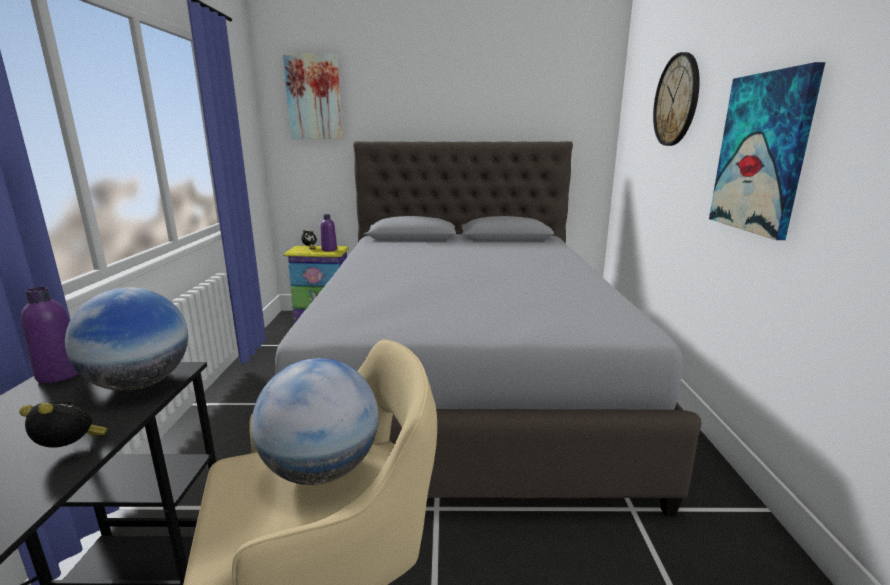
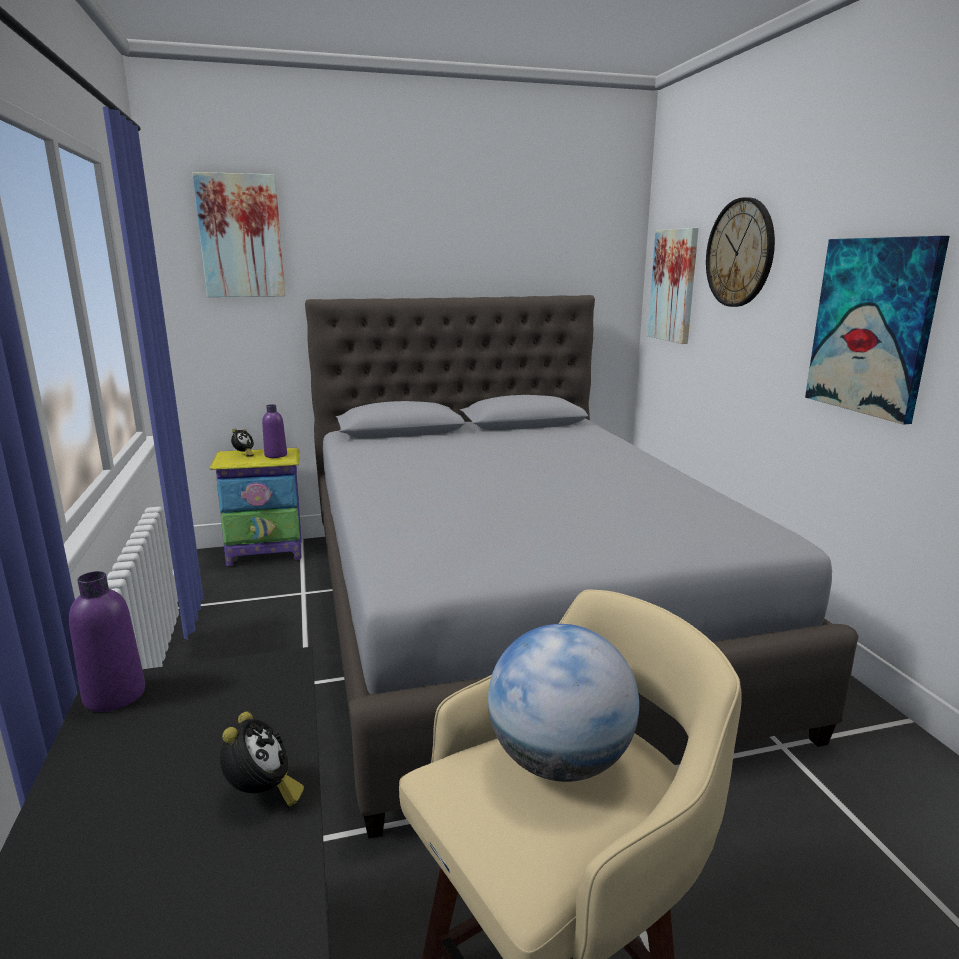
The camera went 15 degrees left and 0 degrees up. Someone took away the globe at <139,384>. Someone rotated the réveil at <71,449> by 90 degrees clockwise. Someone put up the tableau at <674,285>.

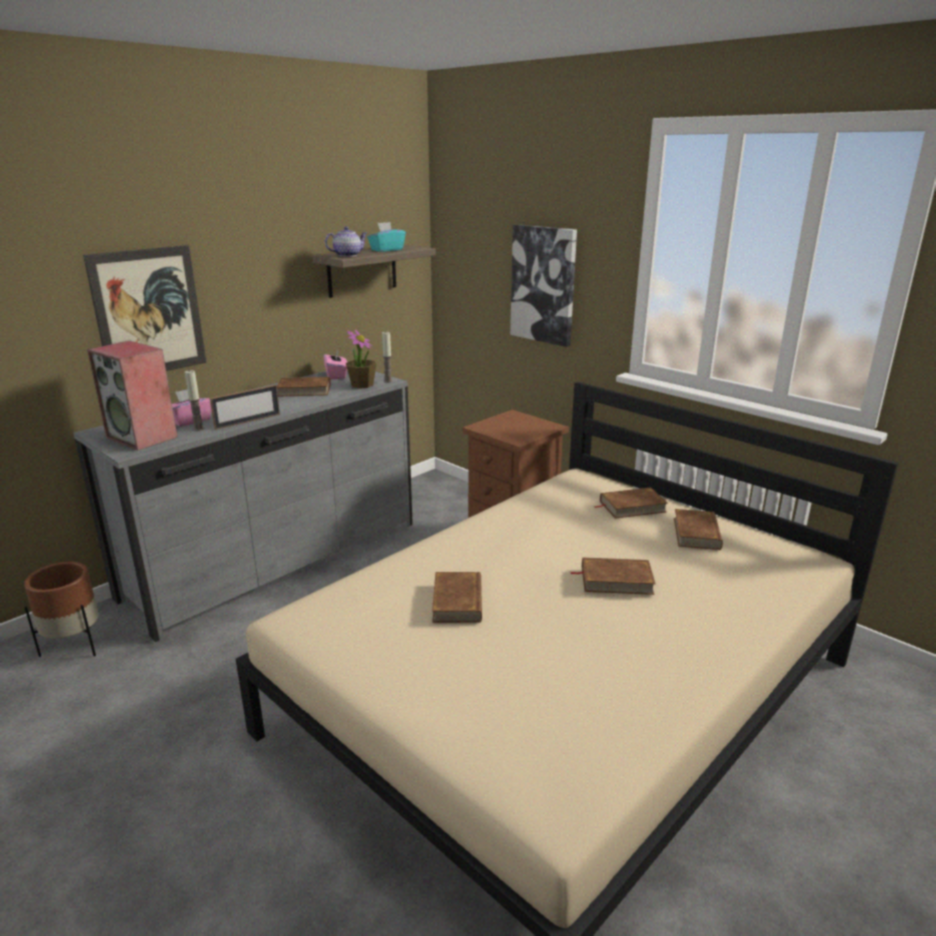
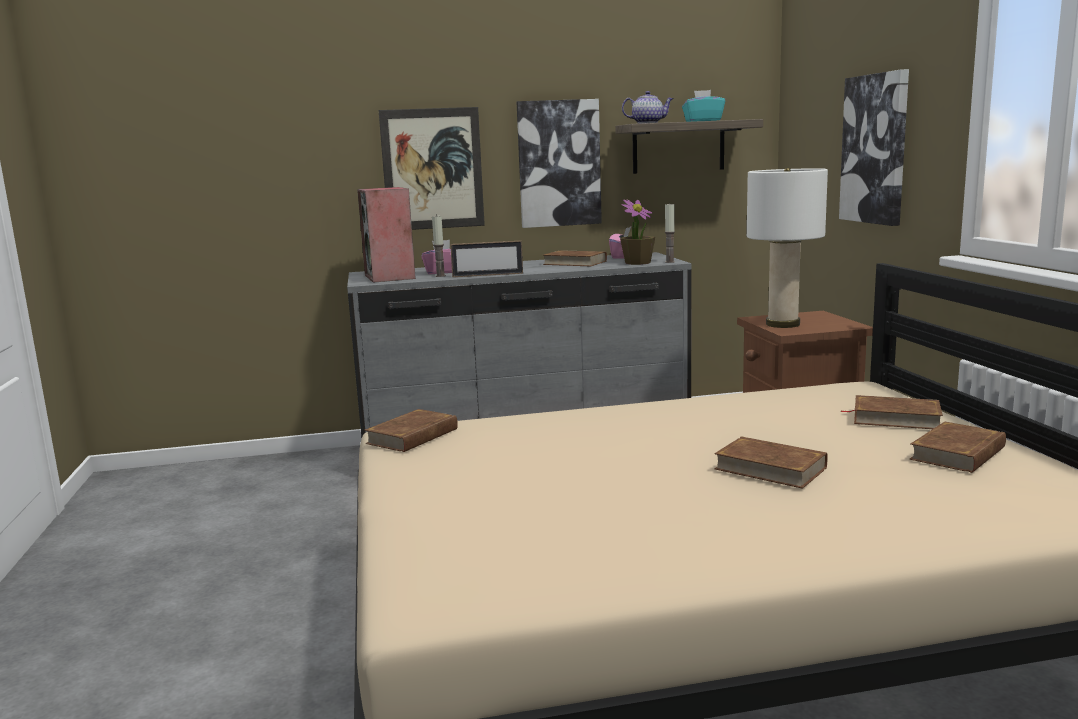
The camera went 35 degrees right and 10 degrees down. Someone took away the cache-pot/marron at <74,646>. Someone carried the livre/marron from <458,601> to <413,436>. Someone put up the tableau at <559,163>. Someone put down the lampe de table/blanc at <782,324>.

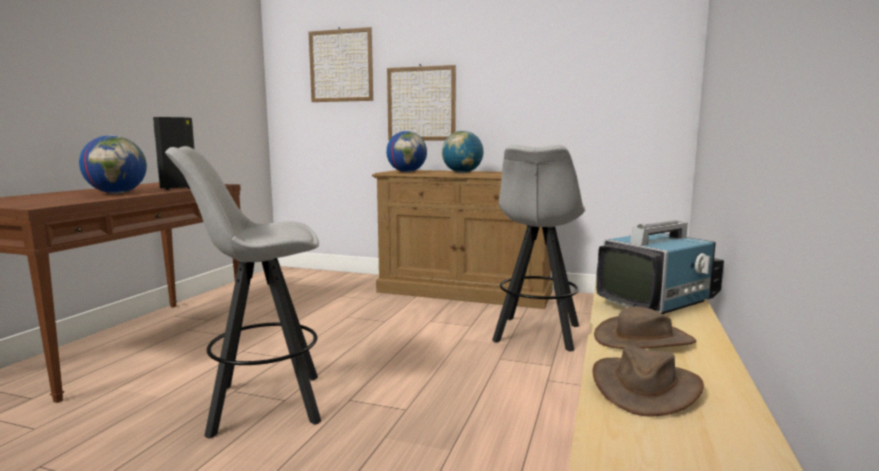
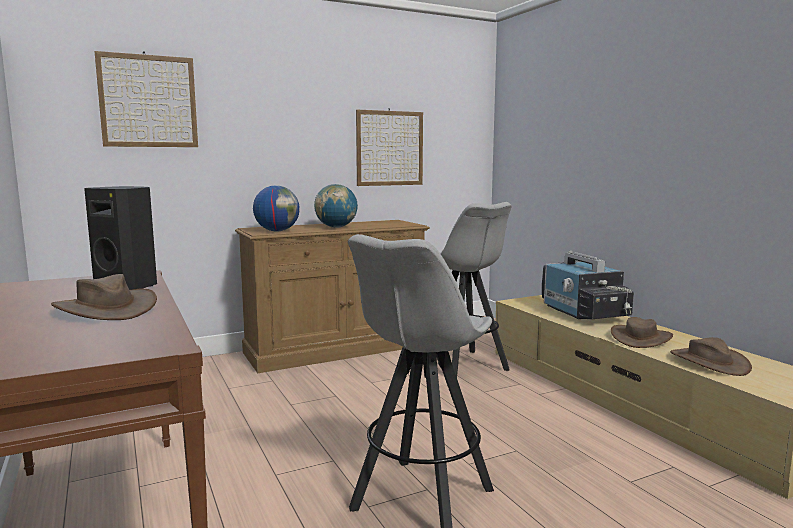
The camera went 45 degrees left and 0 degrees up. Someone carried the tableau from <421,102> to <389,147>. Someone swapped the globe at <117,193> for the chapeau/marron at <106,309>. Someone rotated the téléviseur at <659,302> by 150 degrees clockwise.

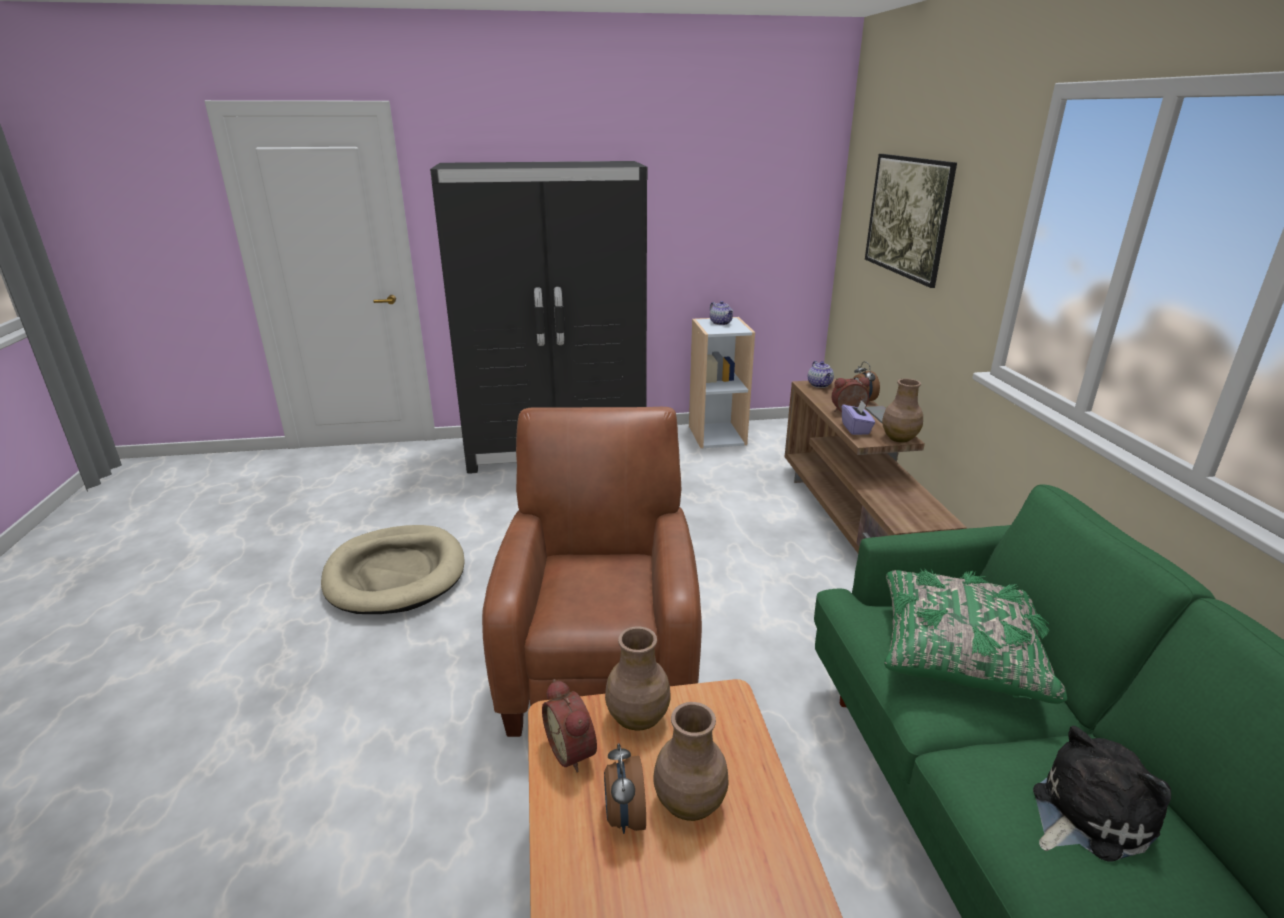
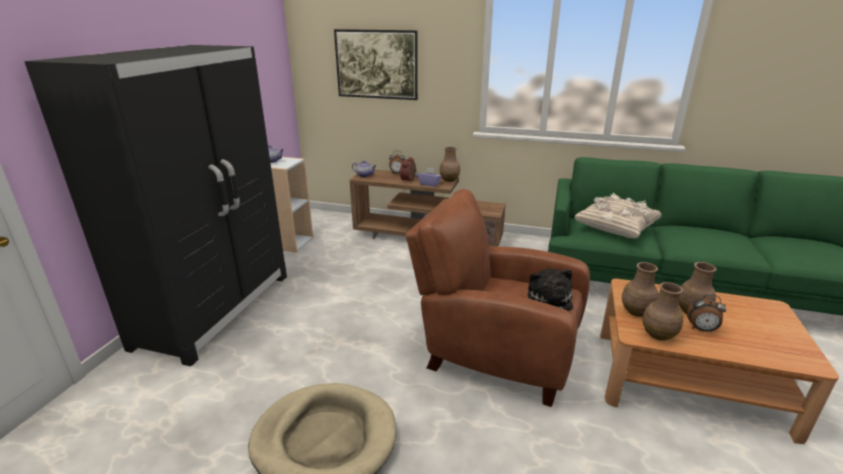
The camera went 65 degrees left and 0 degrees up. Someone repainted the coussin/vert at <959,656>, which became the coussin/beige at <615,228>. Someone swapped the réveil at <574,750> for the vase/marron at <658,334>. Someone carried the peluche from <1086,814> to <550,302>.

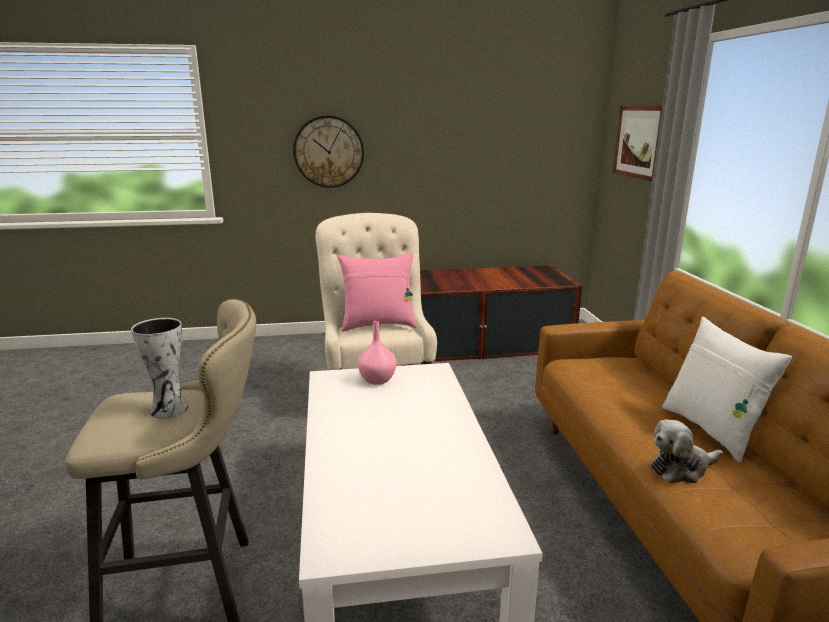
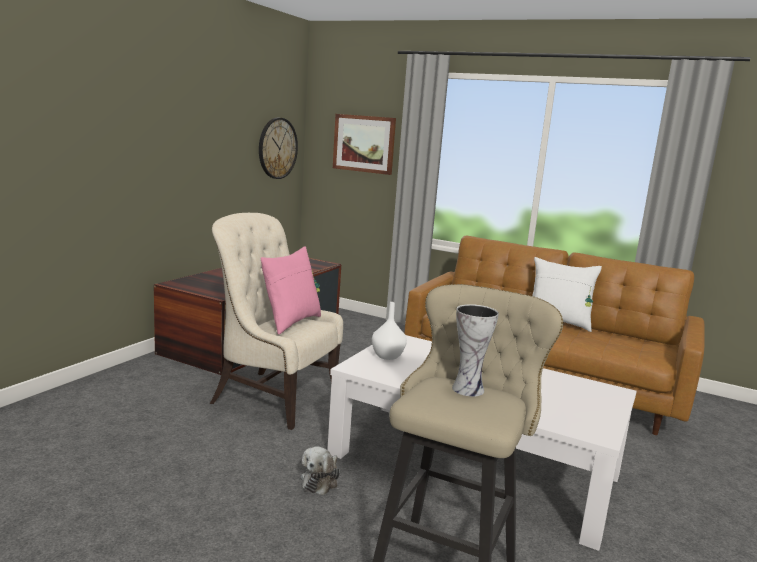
The camera went 55 degrees left and 5 degrees down. Someone carried the horloge murale from <328,152> to <277,148>. Someone repainted the vase/rose at <376,380>, which became the vase/blanc at <387,356>. Someone carried the peluche from <681,468> to <321,480>.

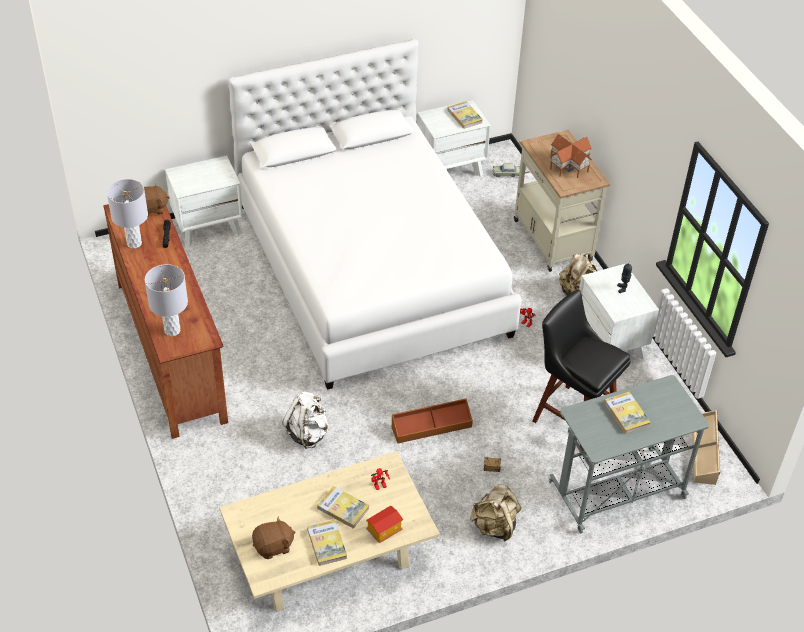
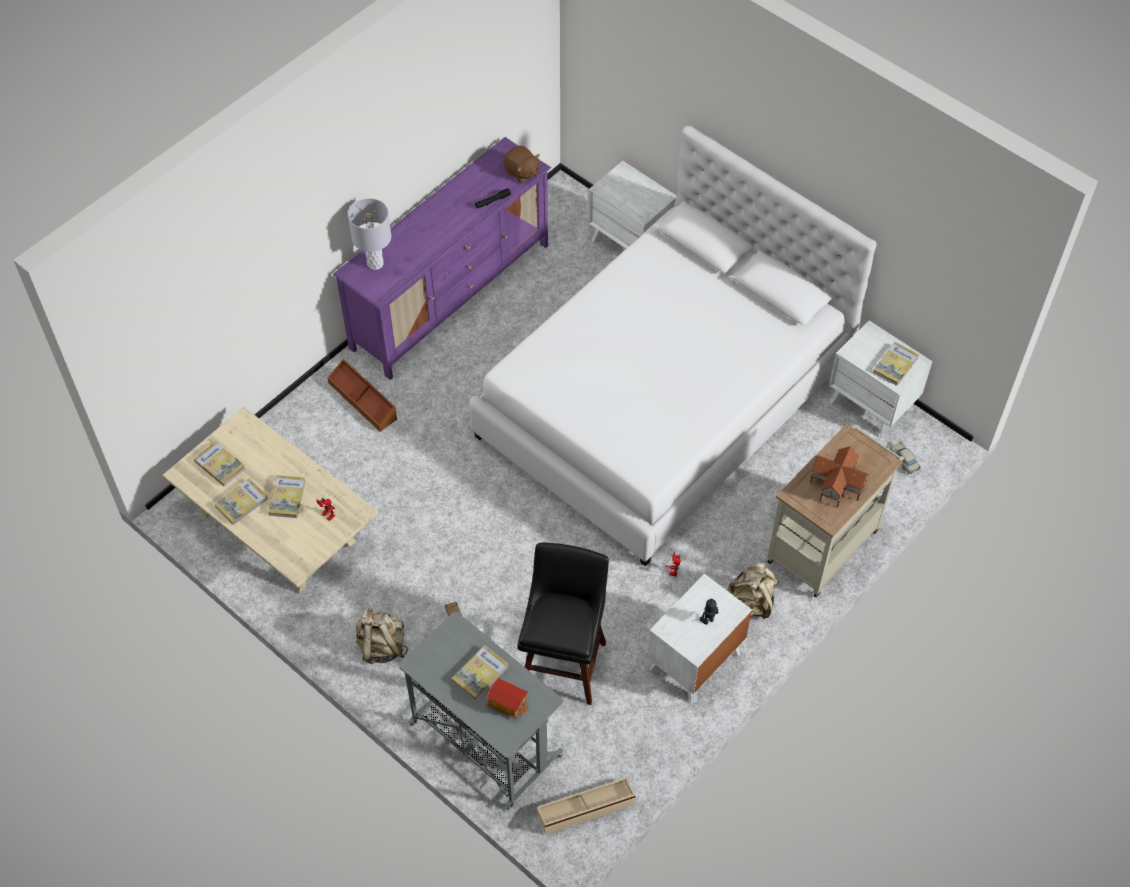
The camera went 65 degrees right and 10 degrees up. Someone took away the lampe de table/gris at <134,243>. Someone repainted the commode/marron at <171,351>, which became the commode/violet at <451,296>. Someone took away the sac à dos/blanc at <308,433>. Someone carried the boîte de rangement/marron from <431,426> to <363,400>. Someone carried the maison miniature from <384,530> to <508,703>. Someone swapped the peluche/marron at <273,546> for the livre at <220,465>.

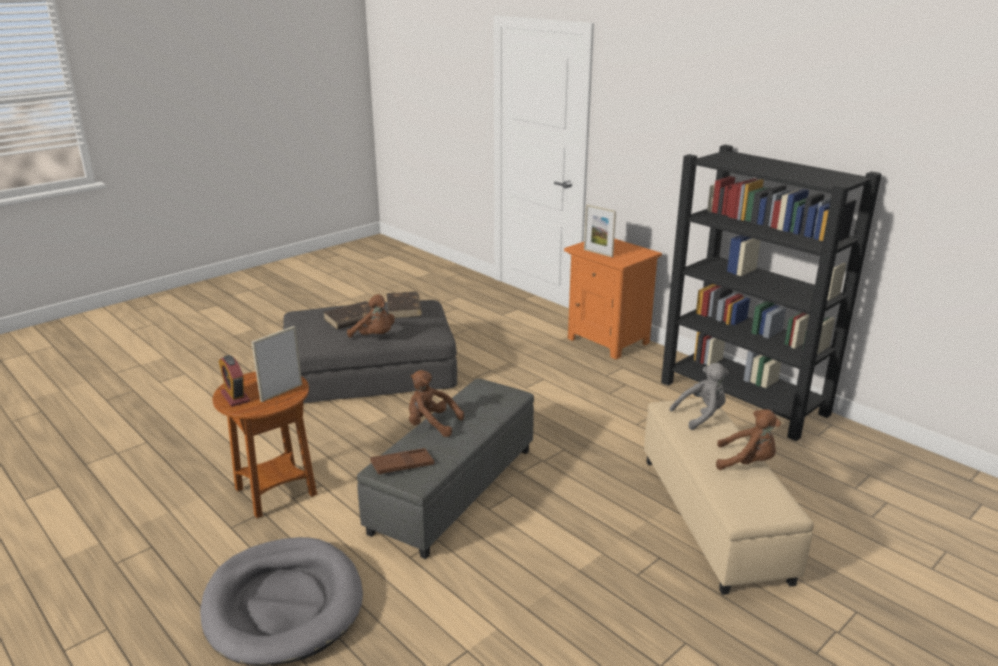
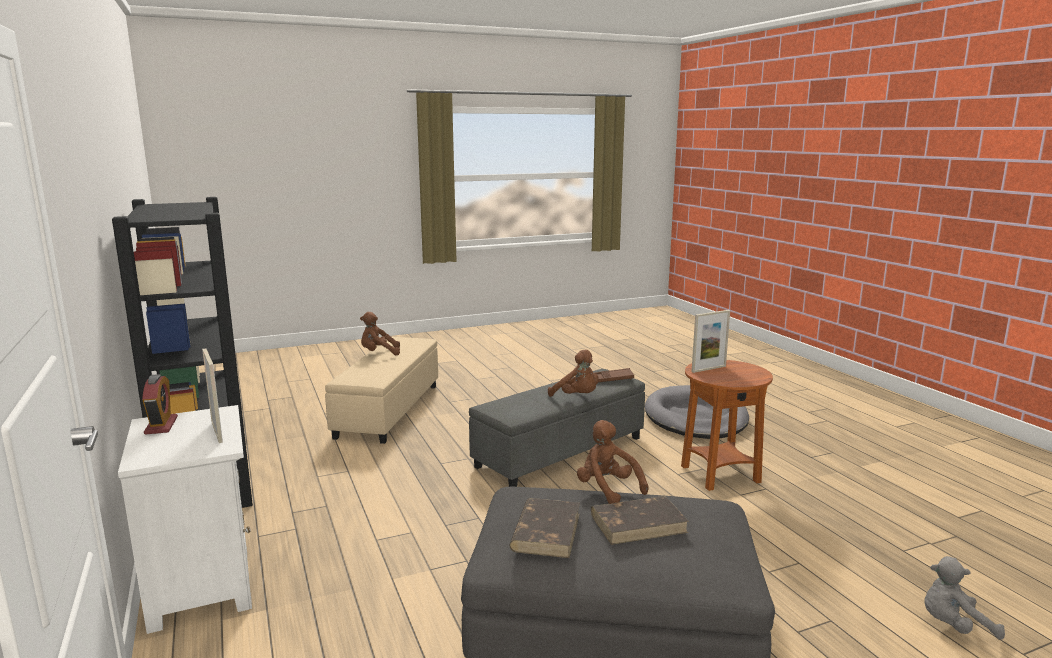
The camera went 160 degrees left and 10 degrees down. Someone repainted the table de chevet/orange at <607,341>, which became the table de chevet/blanc at <205,586>. Someone carried the réveil from <235,397> to <161,425>. Someone carried the peluche/gris from <701,415> to <953,626>. Someone rotated the peluche/marron at <747,462> by 45 degrees counterclockwise.

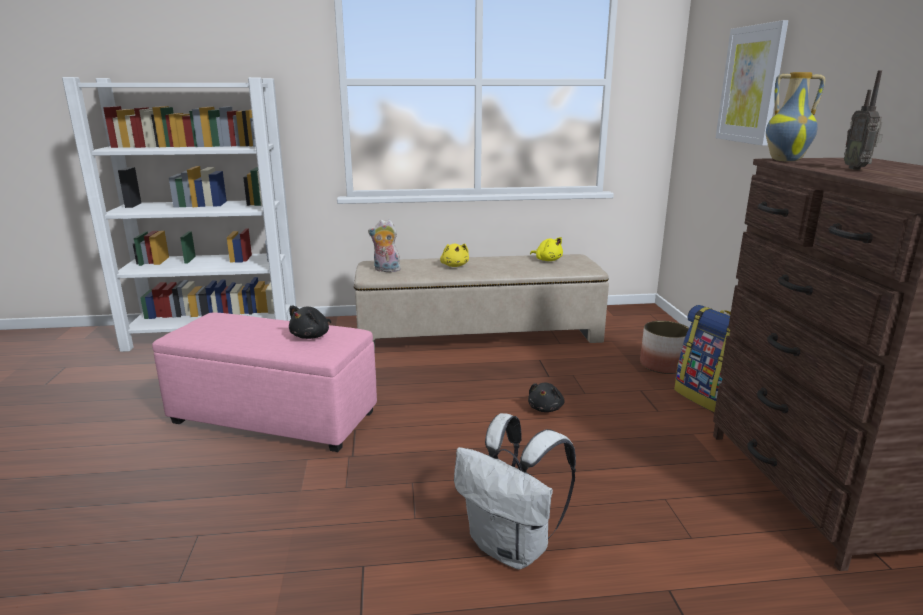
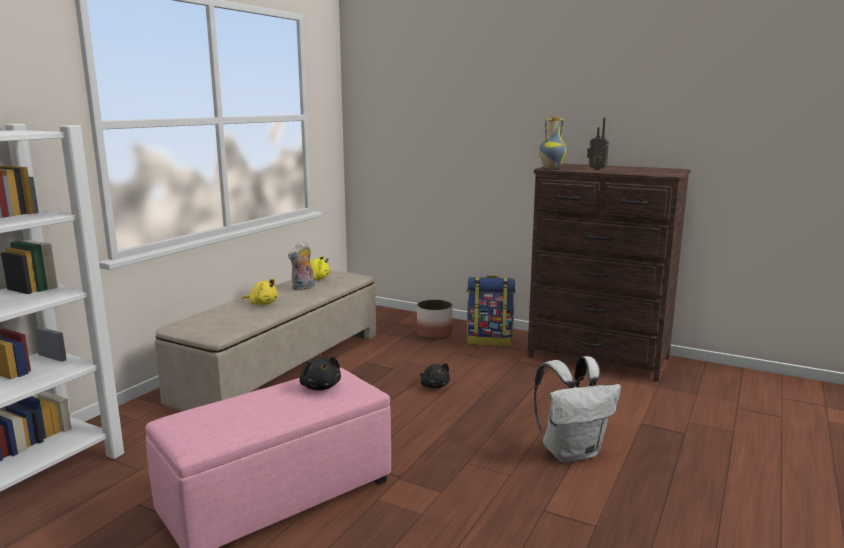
The camera went 55 degrees left and 5 degrees down. Someone took away the tableau at <751,85>. Someone carried the peluche from <386,270> to <303,288>.

